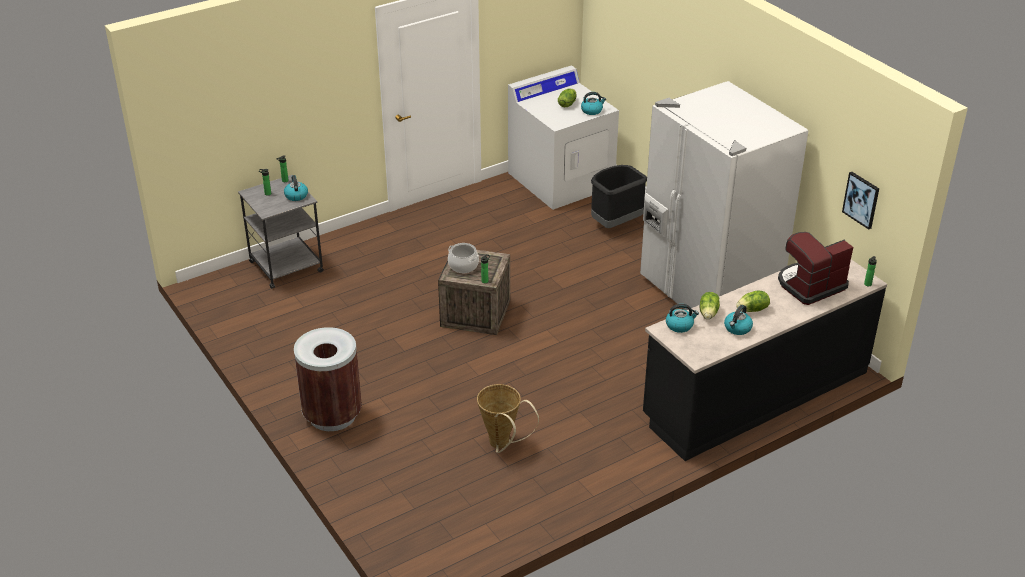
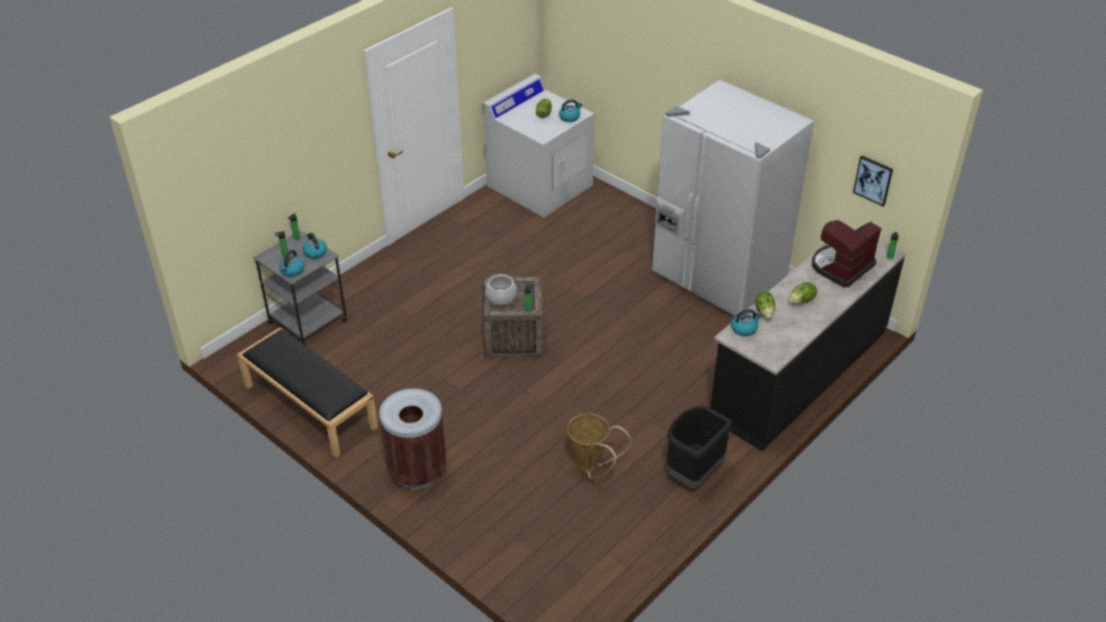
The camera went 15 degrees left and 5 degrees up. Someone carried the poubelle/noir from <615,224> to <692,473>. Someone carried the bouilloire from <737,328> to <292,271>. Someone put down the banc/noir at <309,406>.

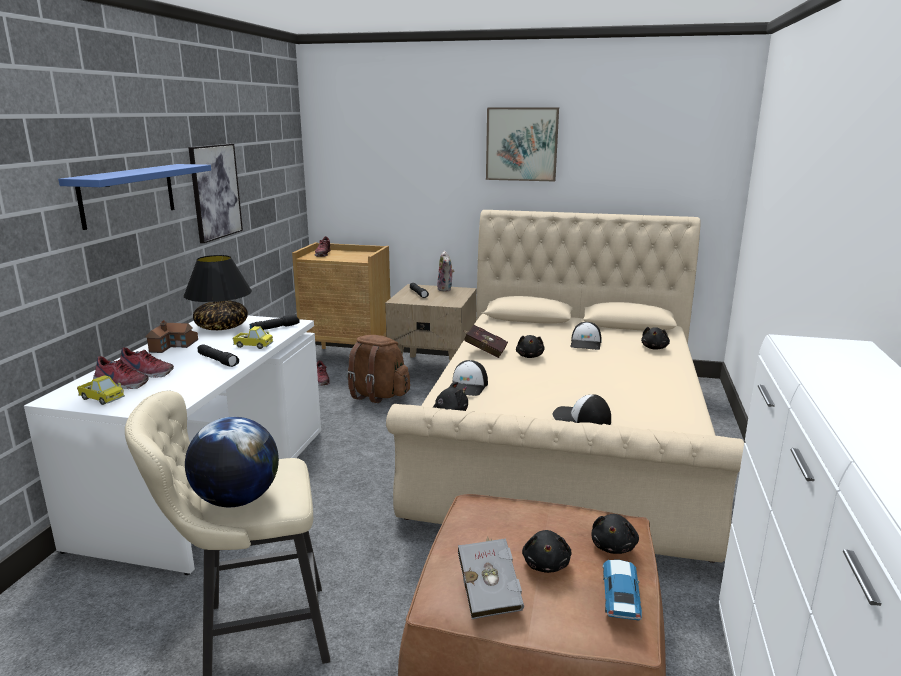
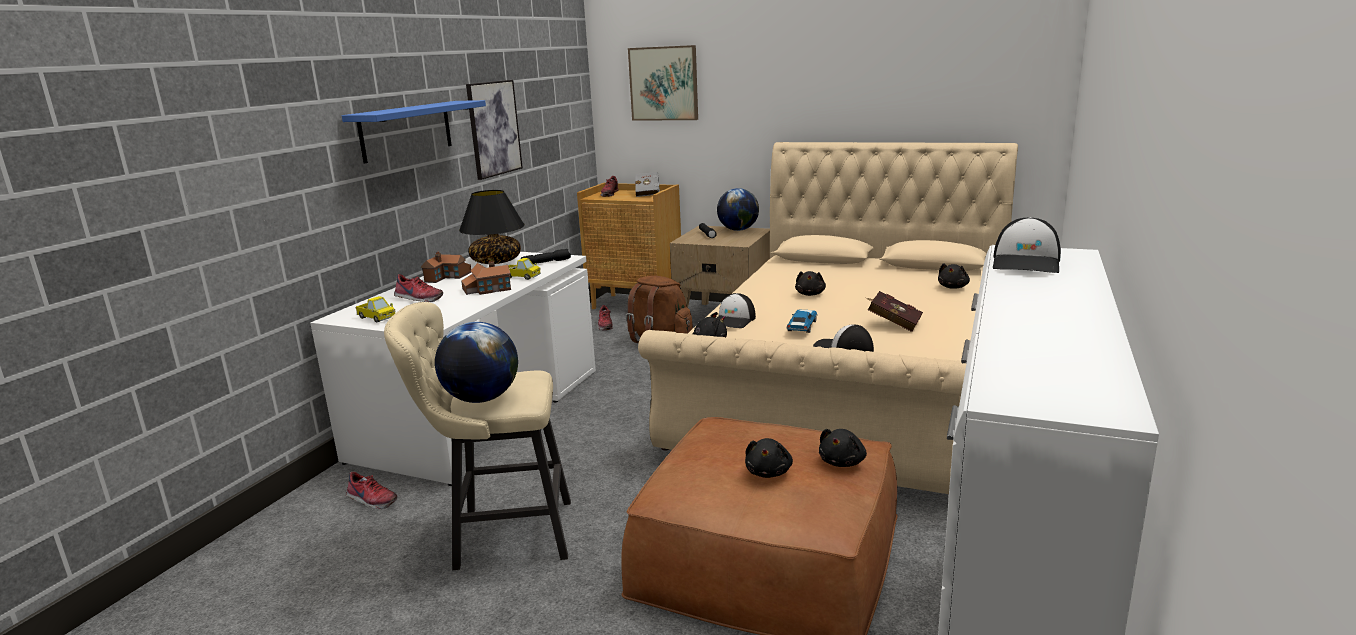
The camera went 10 degrees right and 0 degrees up. Someone carried the tableau from <521,144> to <664,83>. Someone swapped the peluche at <446,289> for the globe at <738,230>. Someone carried the casquette from <586,343> to <1026,263>. Someone carried the livre/rouge from <484,351> to <892,323>. Someone swapped the lampe de poche/noir at <218,360> for the maison miniature at <486,289>. Someone carried the chaussure from <120,384> to <371,500>. Someone carried the livre/gris from <489,592> to <648,193>. Someone carried the petite voiture from <620,596> to <802,326>.

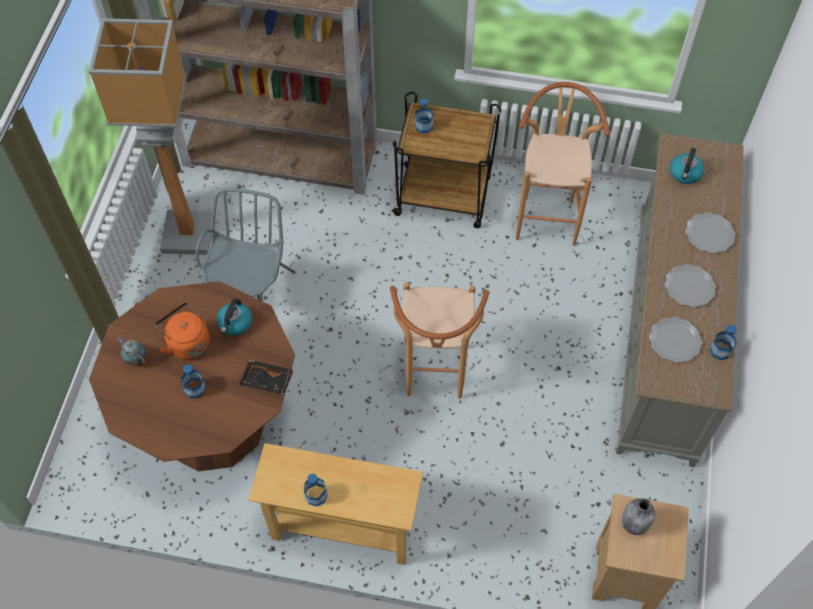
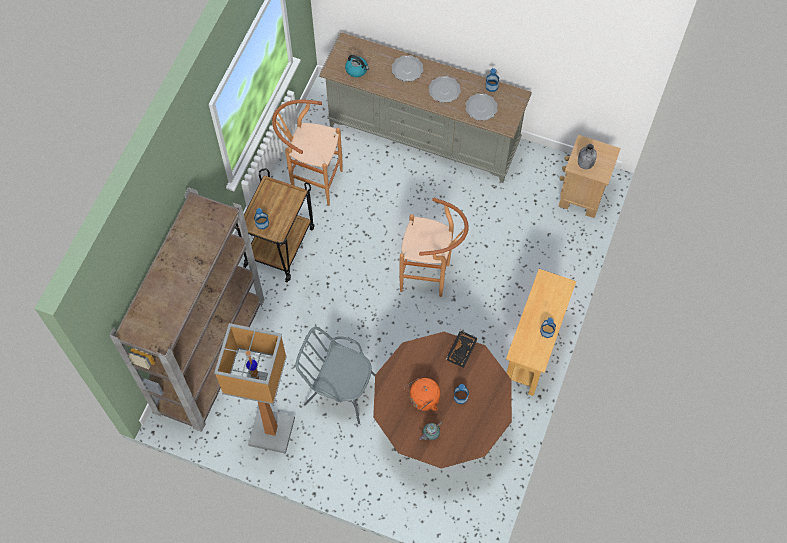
The camera went 80 degrees left and 5 degrees up. Someone took away the bouilloire at <235,323>.

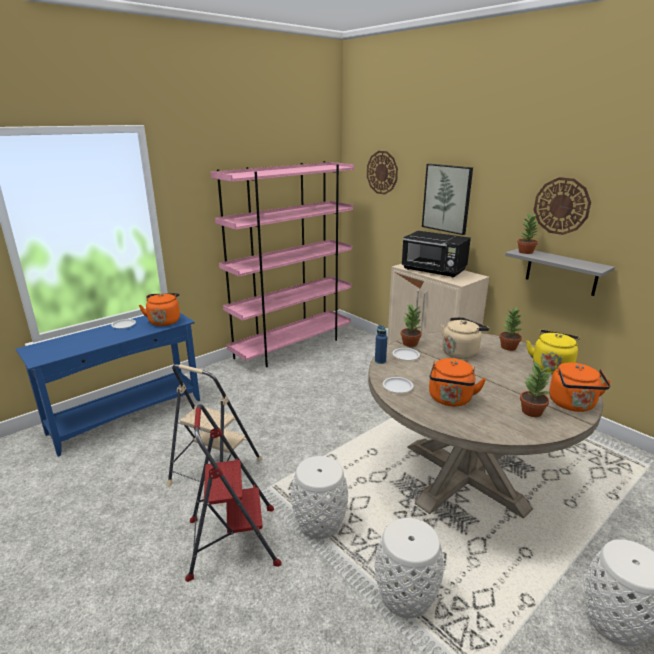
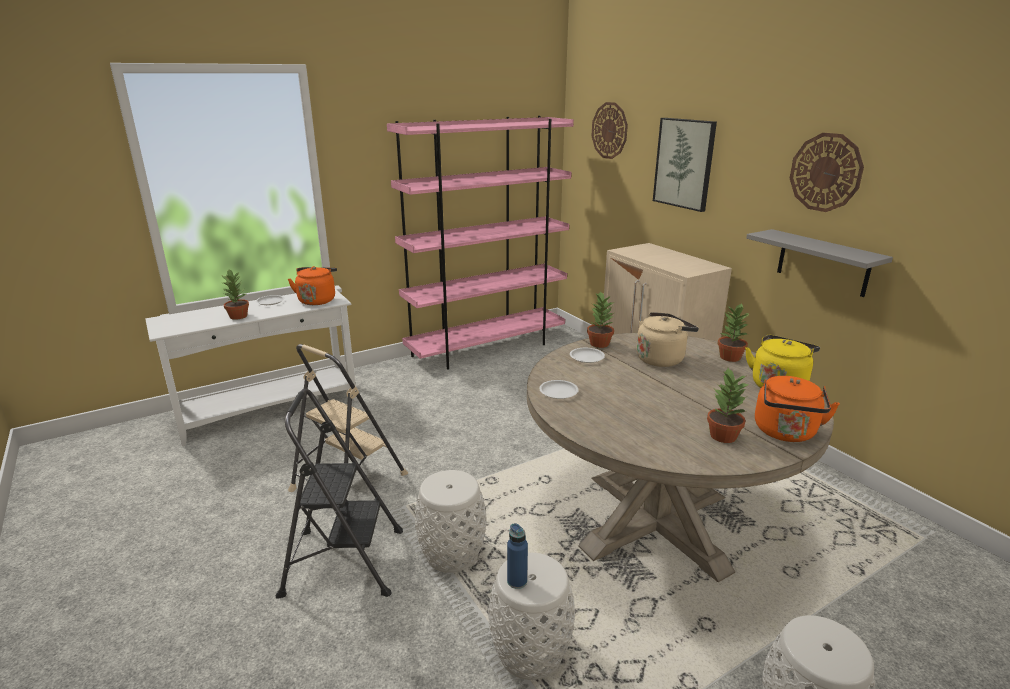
The camera went 10 degrees right and 0 degrees up. Someone carried the plante en pot from <525,252> to <239,316>. Someone took away the micro-ondes/noir at <434,270>. Someone repainted the table console/bleu at <127,415>, which became the table console/blanc at <270,410>. Someone carried the bouteille/bleu from <380,361> to <517,581>. Someone took away the bouilloire/orange at <450,400>. Someone repainted the escabeau/rouge at <229,541>, which became the escabeau/noir at <339,560>.

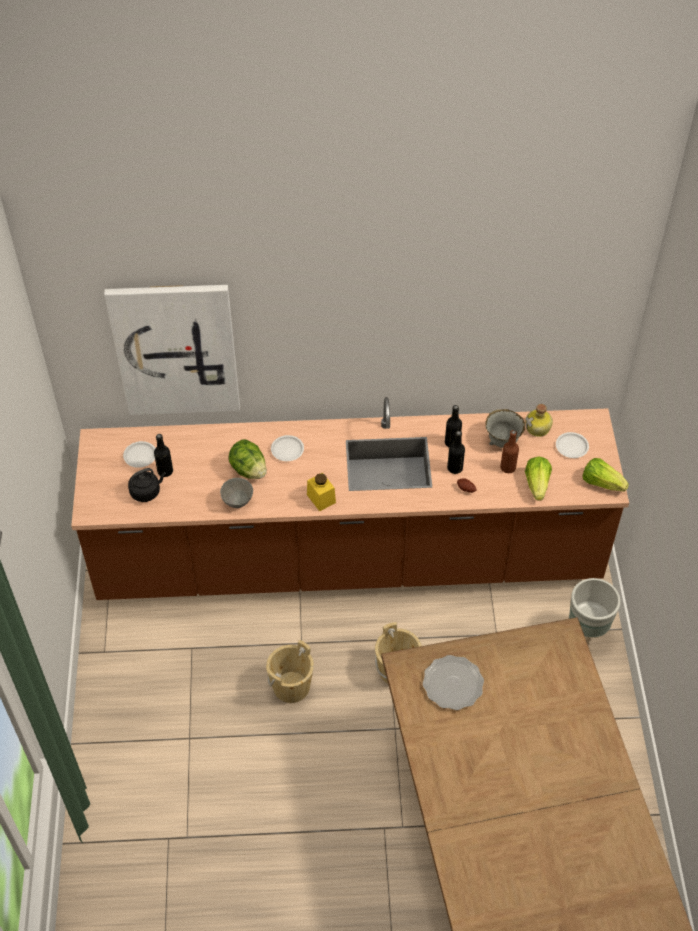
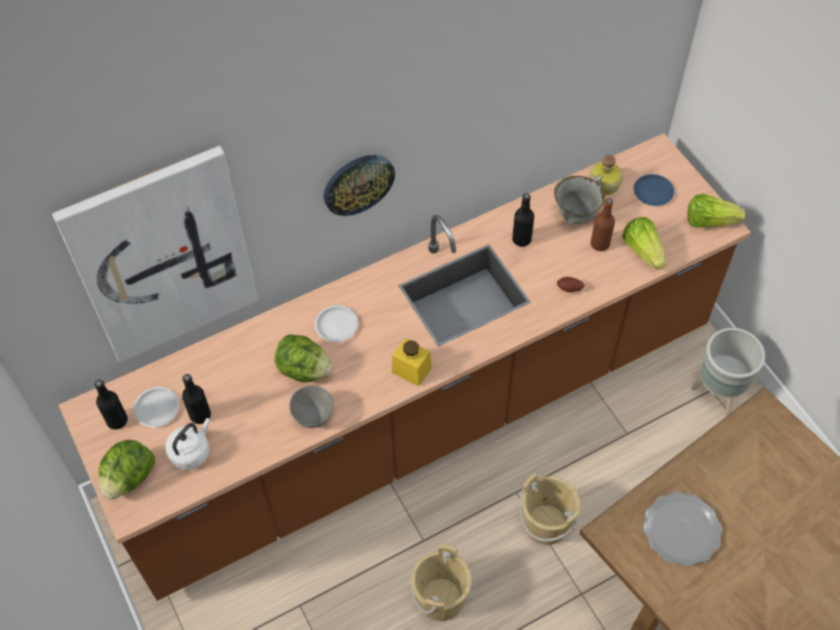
The camera went 25 degrees left and 5 degrees up. Someone carried the bouteille/noir from <455,468> to <117,420>. Someone repainted the assiette/blanc at <571,447>, which became the assiette/bleu at <653,192>. Someone repainted the bouilloire/noir at <147,492>, which became the bouilloire/blanc at <191,452>. Someone put up the horloge murale at <358,183>. Someone put down the laitue at <129,478>.

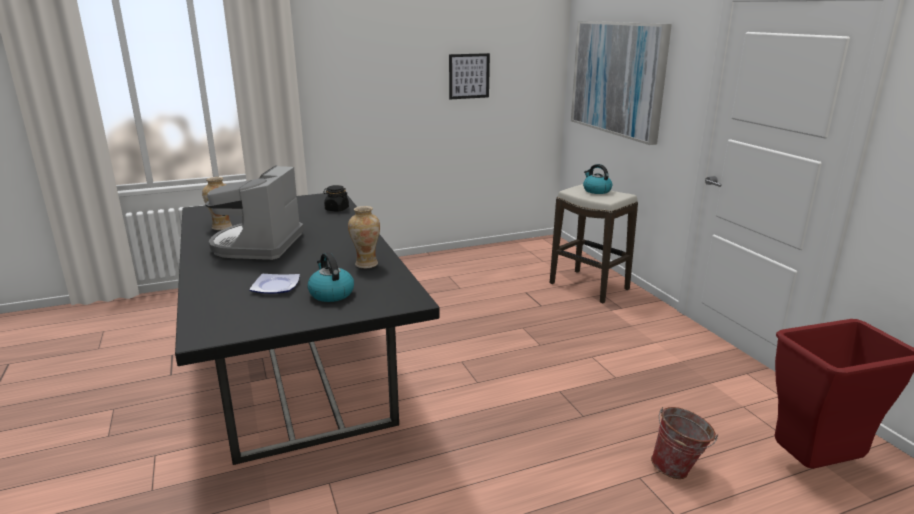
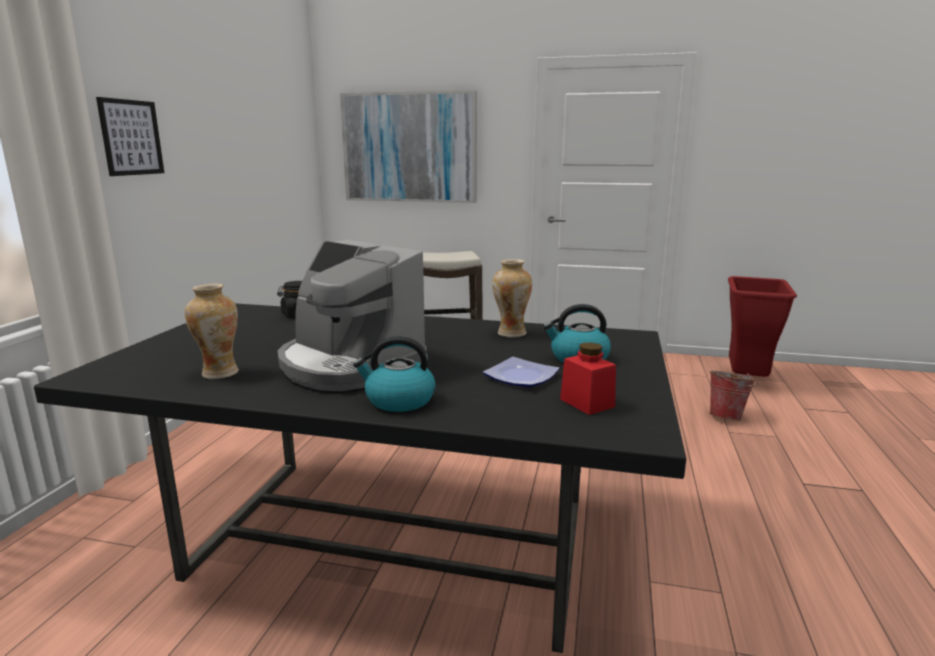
The camera went 55 degrees left and 5 degrees down. Someone carried the tableau from <469,76> to <131,137>. Someone carried the bouilloire from <596,190> to <398,400>. Someone put down the bocal/rouge at <587,403>.

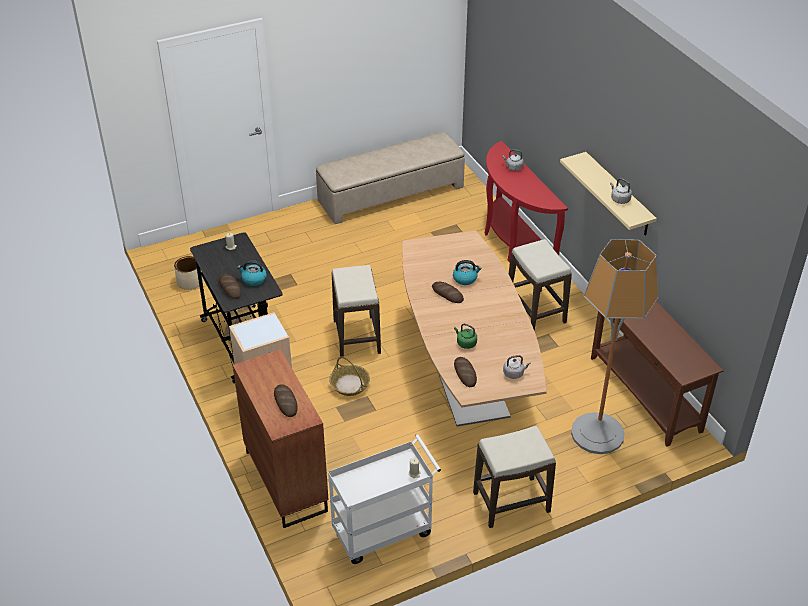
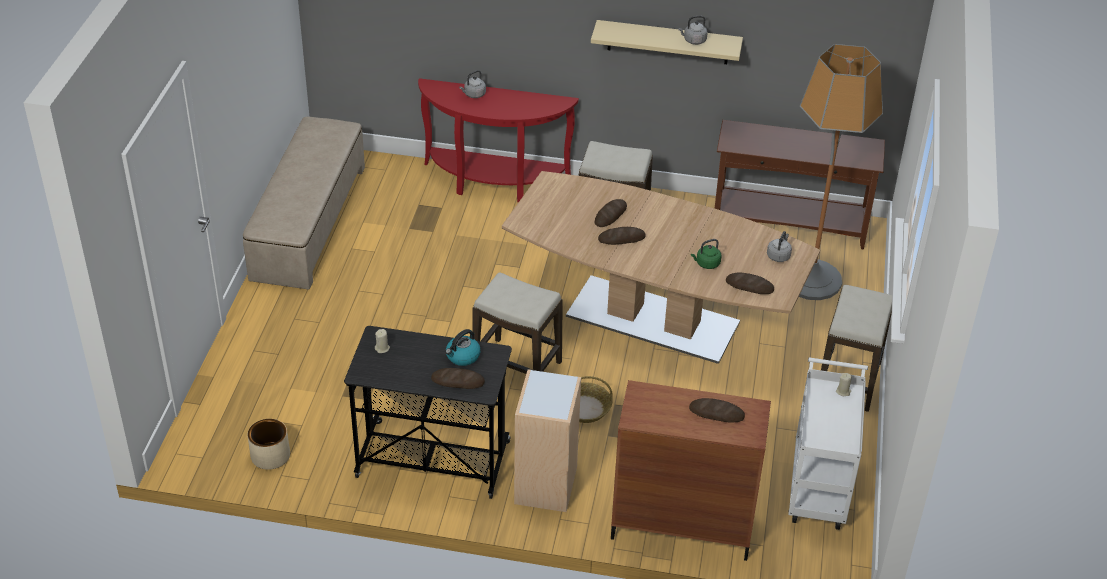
The camera went 55 degrees left and 0 degrees up. Someone swapped the bouilloire at <465,278> for the pain at <610,215>.

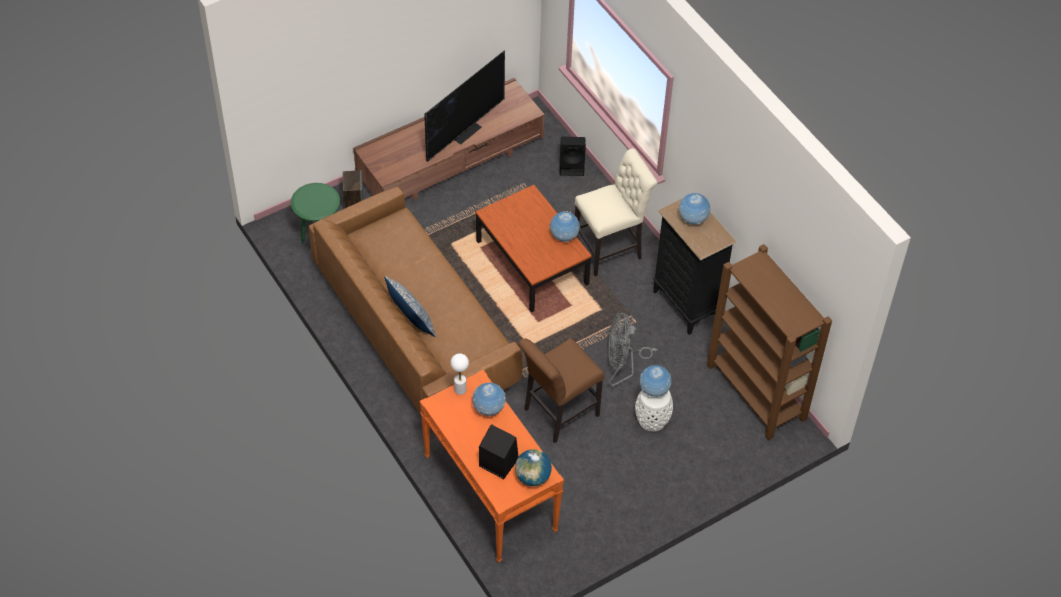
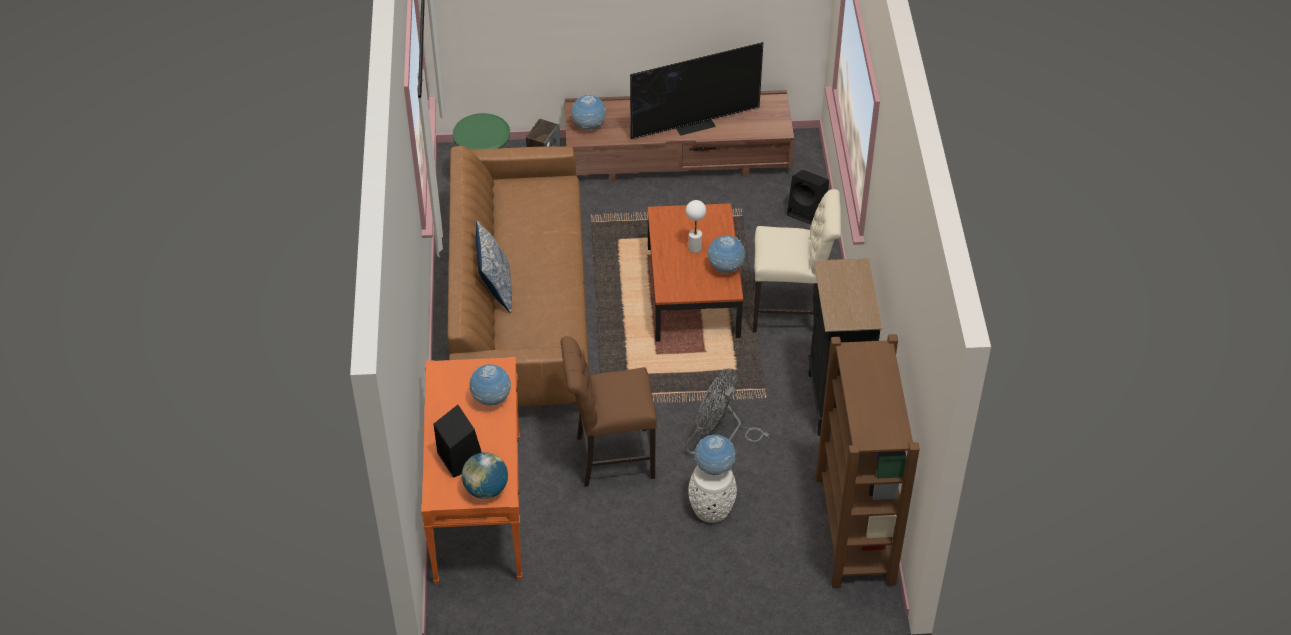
The camera went 30 degrees right and 5 degrees down. Someone carried the globe from <693,220> to <589,126>. Someone carried the lampe de table/blanc from <460,390> to <694,248>.

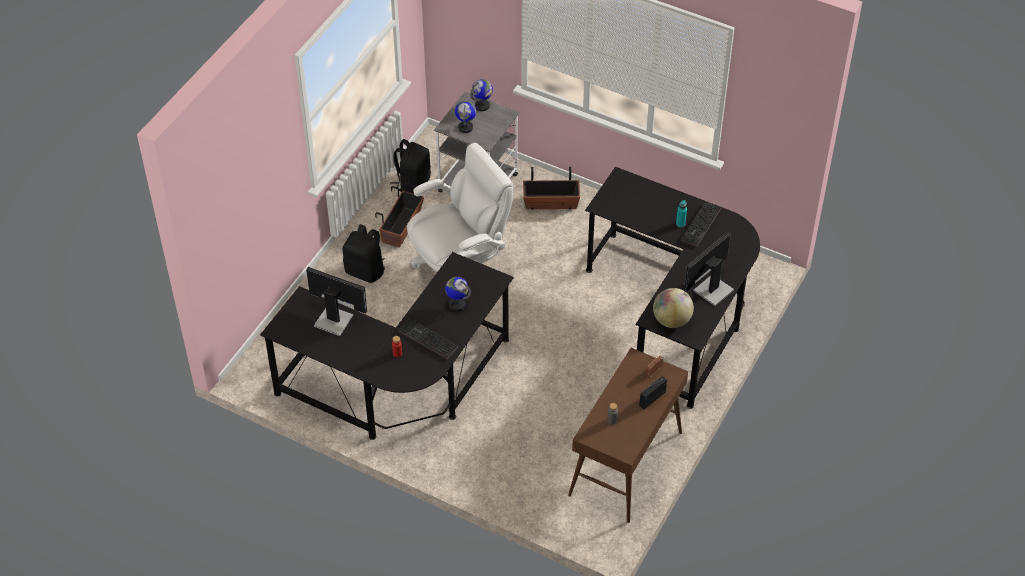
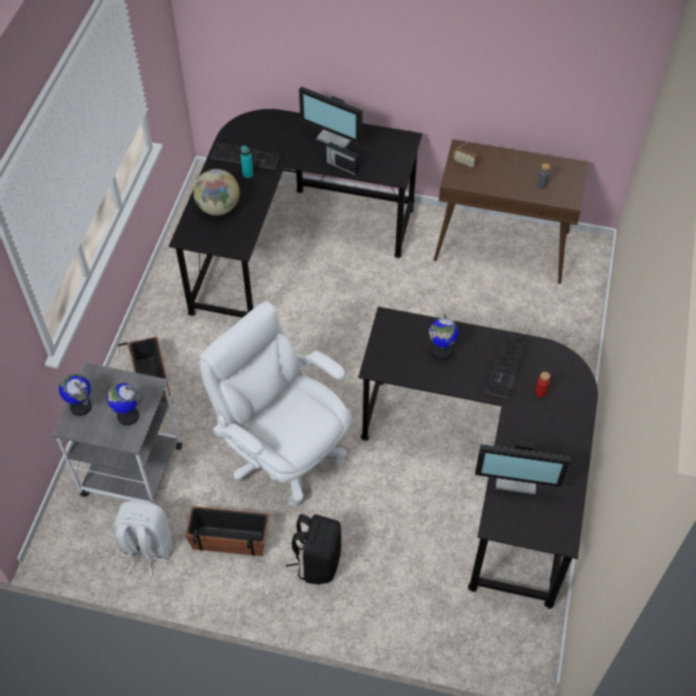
The camera went 105 degrees left and 5 degrees up. Someone repainted the sac à dos/noir at <413,183>, which became the sac à dos/blanc at <146,548>. Someone rotated the écran d'ordinateur at <334,319> by 90 degrees counterclockwise. Someone carried the globe from <671,320> to <218,208>. Someone carried the radio from <653,398> to <342,166>.

